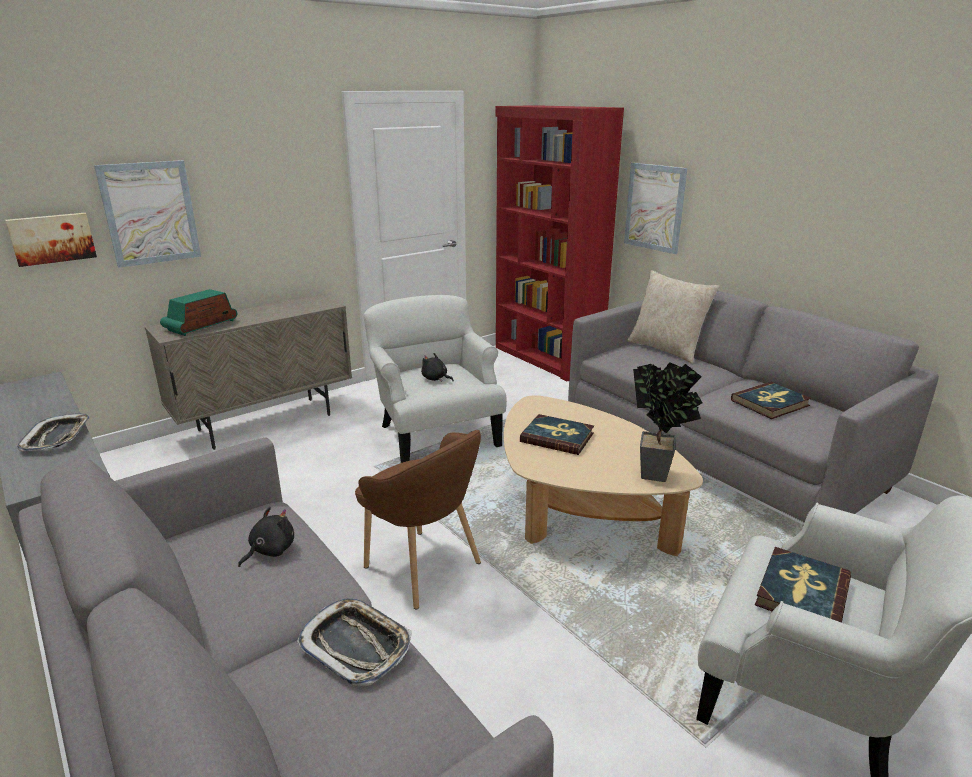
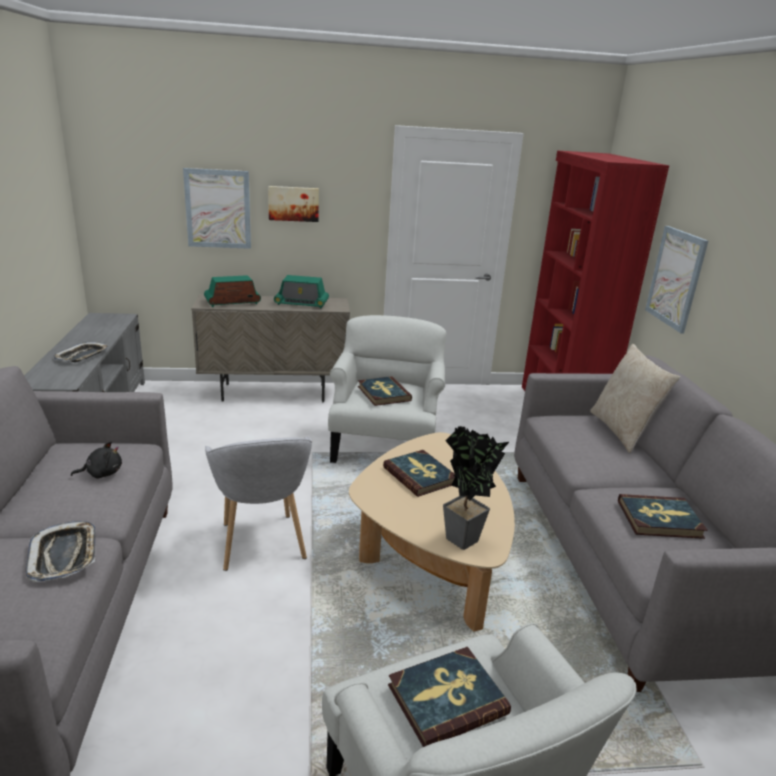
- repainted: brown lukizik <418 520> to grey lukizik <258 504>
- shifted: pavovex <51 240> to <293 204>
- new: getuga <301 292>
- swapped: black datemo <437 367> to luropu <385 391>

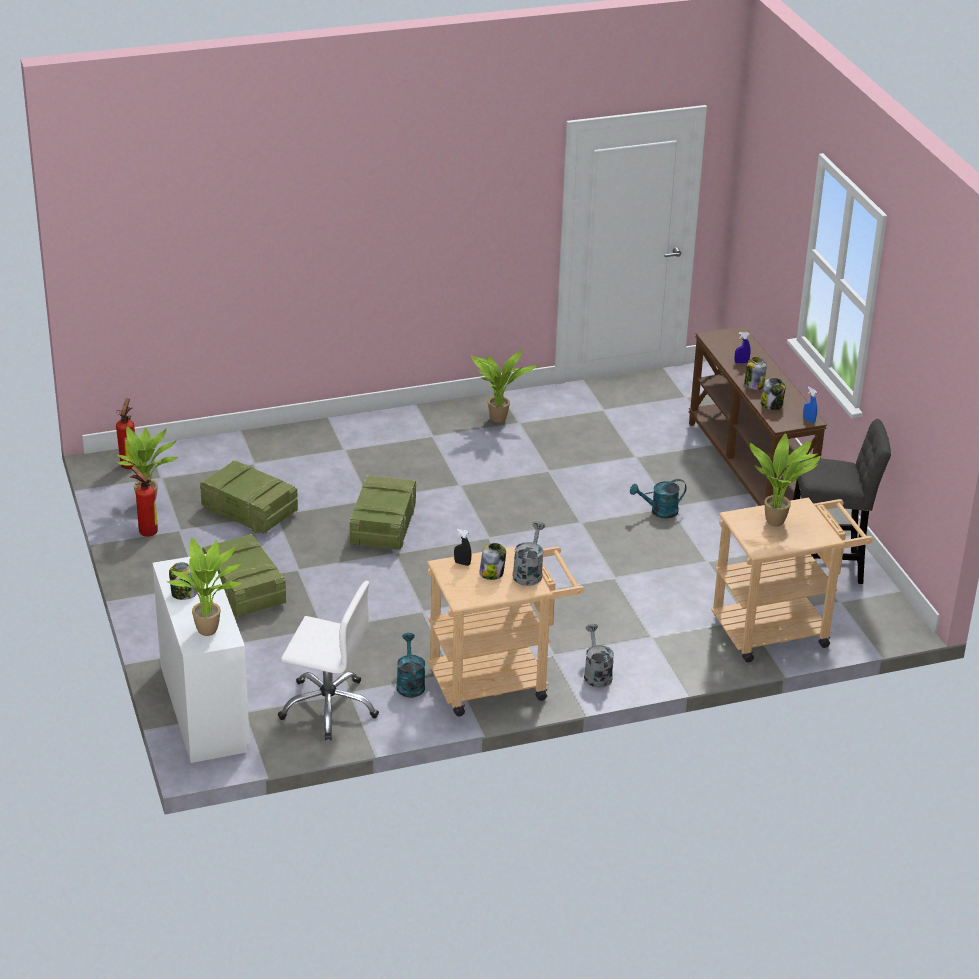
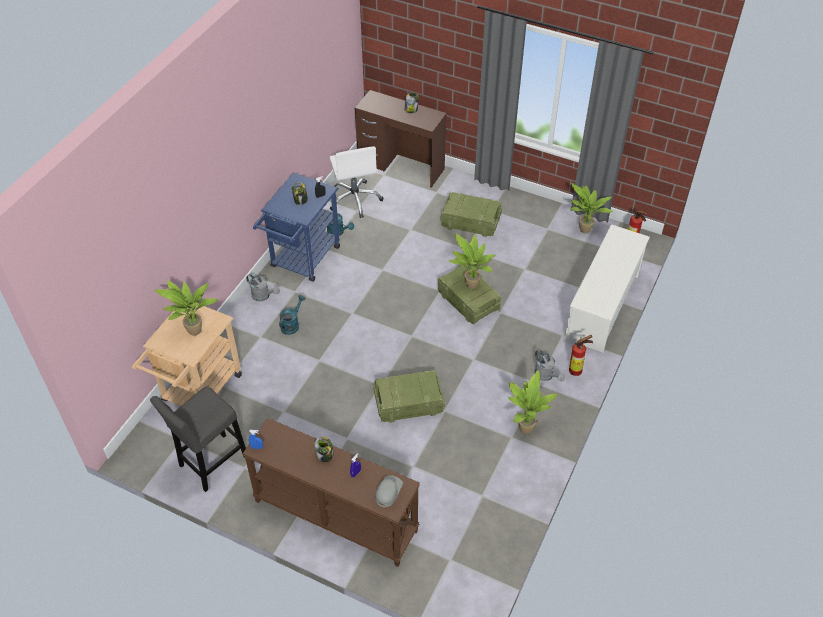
- repainted: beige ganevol <505 631> to blue ganevol <296 227>
- shifted: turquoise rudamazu <658 499> to <292 315>
- rotated: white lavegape <328 660> = <356 182> 75 degrees counterclockwise
- repainted: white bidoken <201 658> to brown bidoken <400 139>
- shifted: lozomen <249 497> to <409 396>
- new: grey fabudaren <389 491>
- shifted: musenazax <204 586> to <471 261>
- shifted: grey rudamazu <529 553> to <549 365>
- new: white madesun <607 288>
- shifted: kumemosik <144 501> to <581 355>
- gone: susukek <773 394>

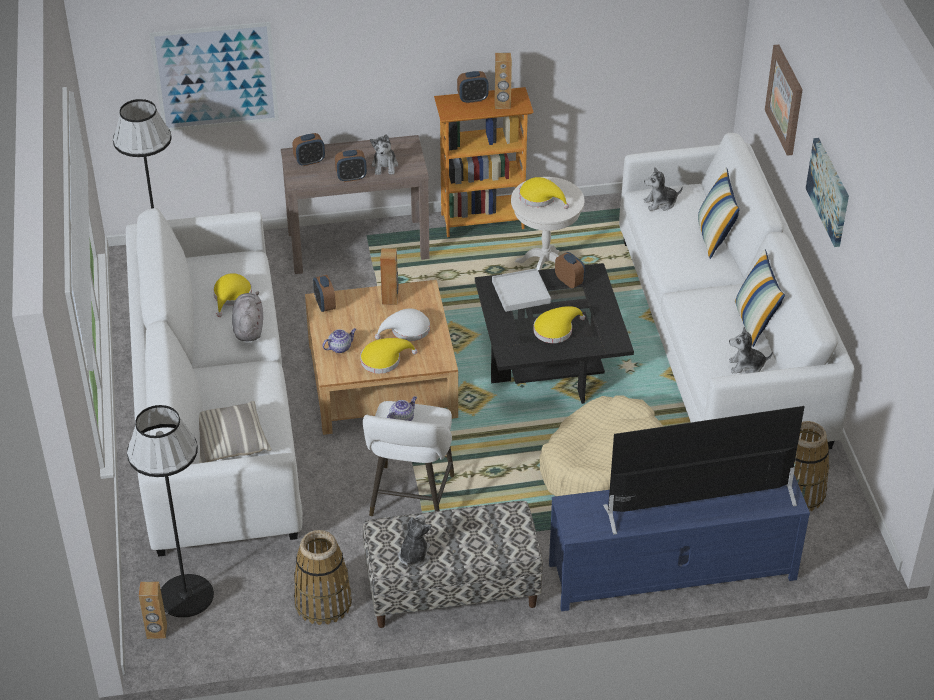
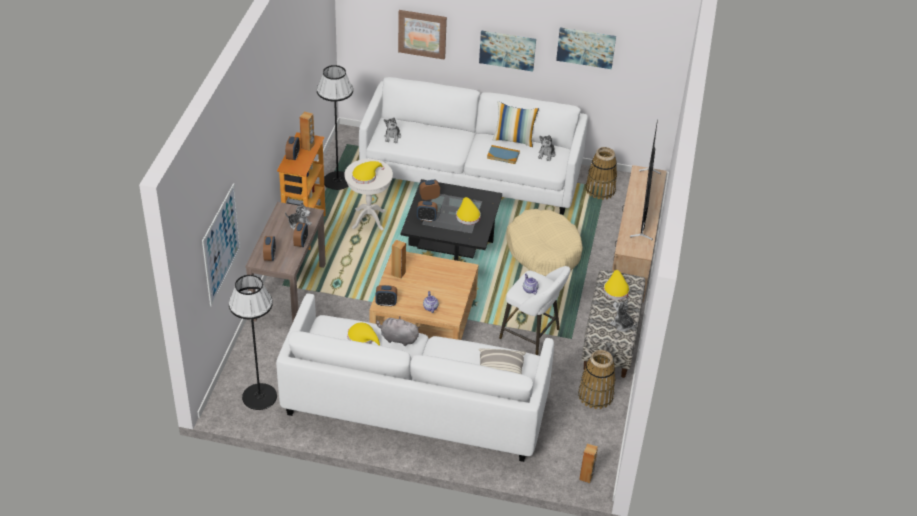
- shifted: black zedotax <170 511> to <335 127>
- swapped: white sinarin <521 290> to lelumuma <427 211>
- new: luropu <503 154>
- new: pavovex <586 48>
- shifted: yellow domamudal <389 356> to <617 285>
- repainted: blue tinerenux <679 543> to beige tinerenux <639 234>
- gone: white domamudal <402 325>
- gone: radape <719 213>

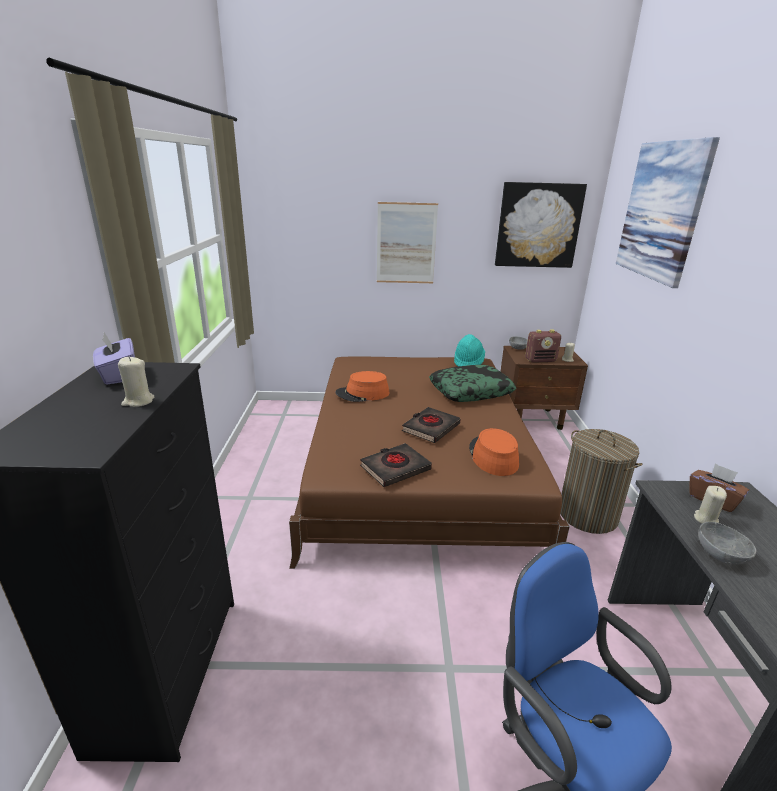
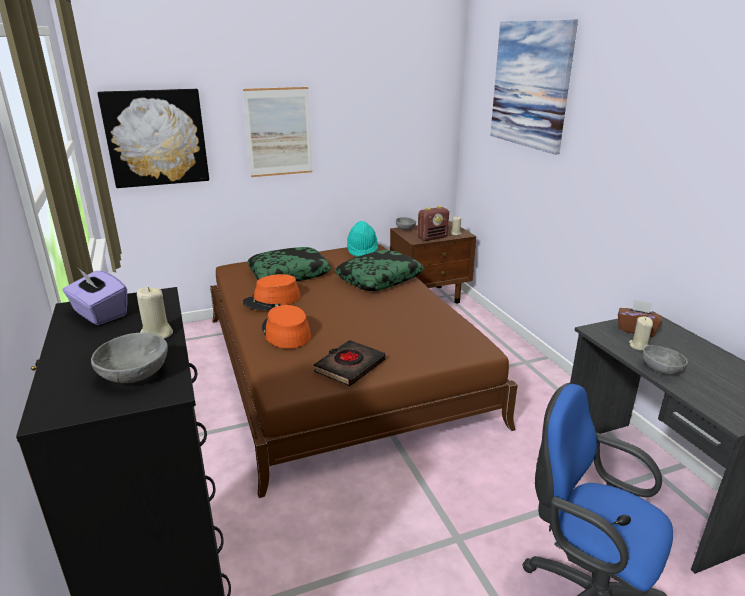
- new: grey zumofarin <129 357>
- shifted: pavovex <541 225> to <153 138>
- new: radape <289 264>
- shifted: orange domamudal <494 452> to <286 326>
- gone: black luropu <431 425>
- gone: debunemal <601 481>

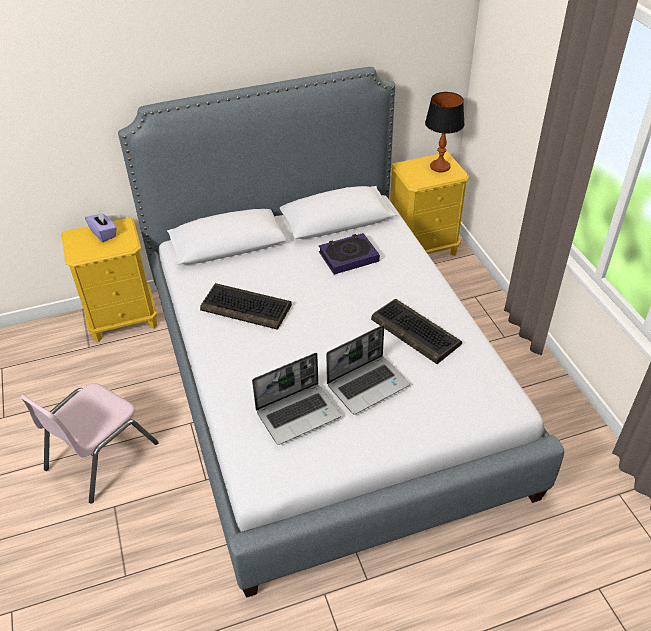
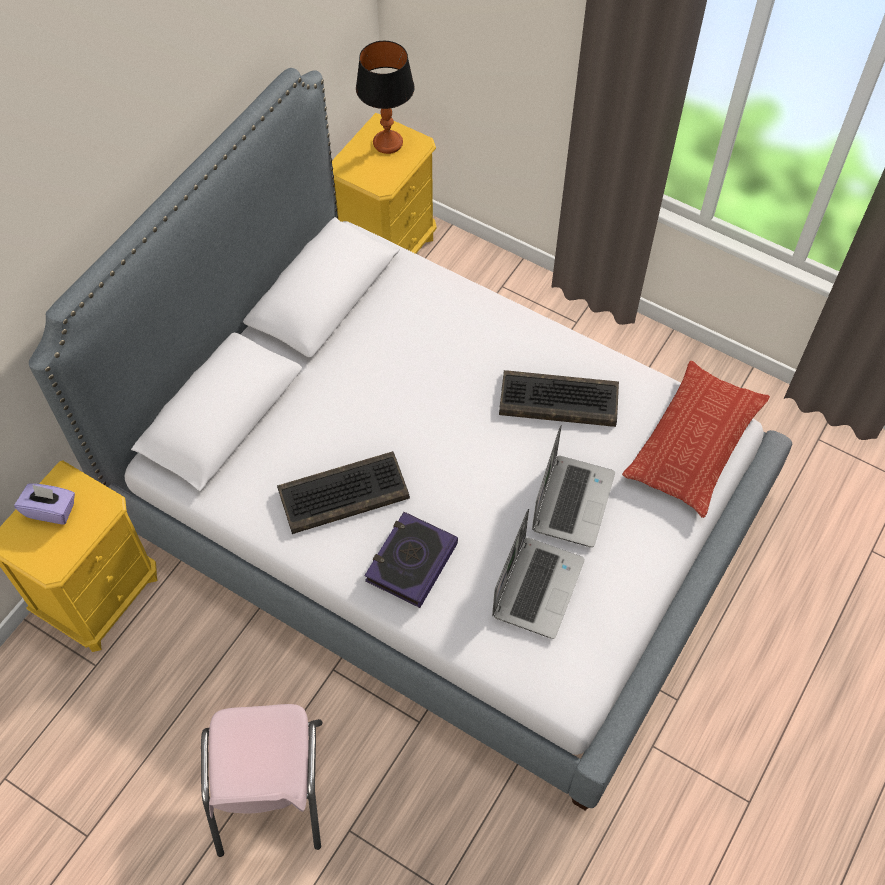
- shifted: luropu <349 254> to <411 560>
- new: radape <696 439>

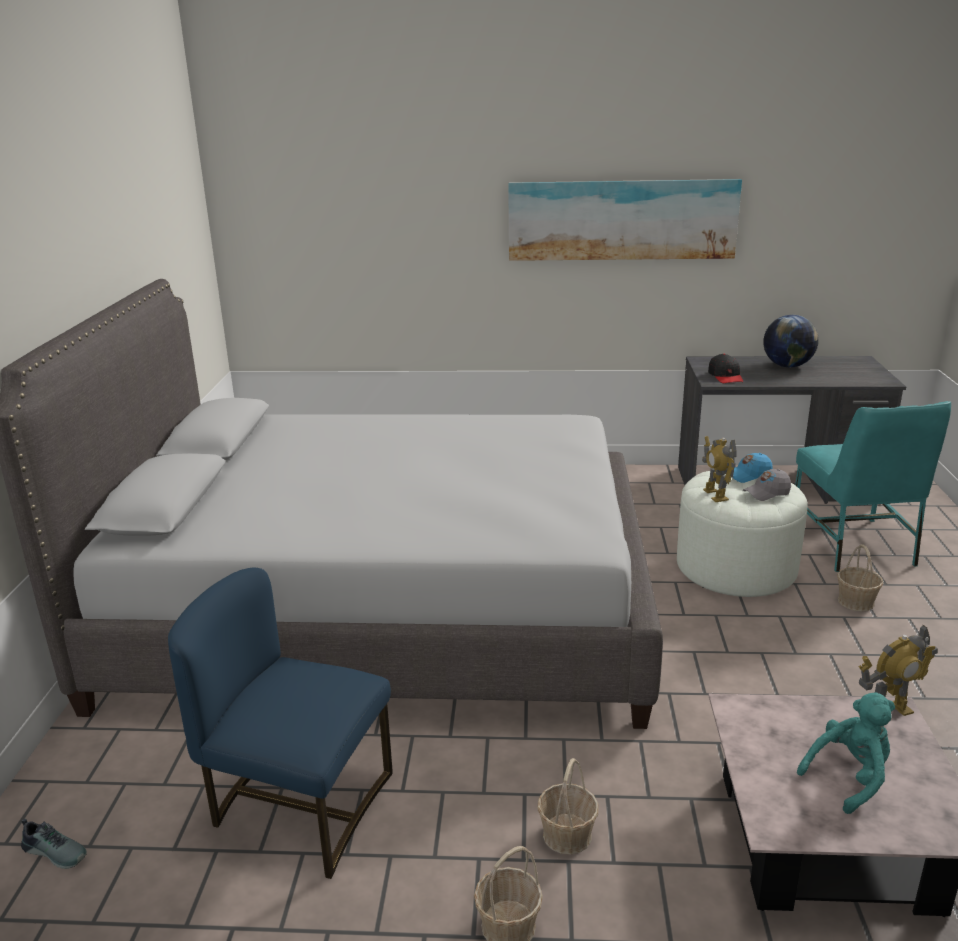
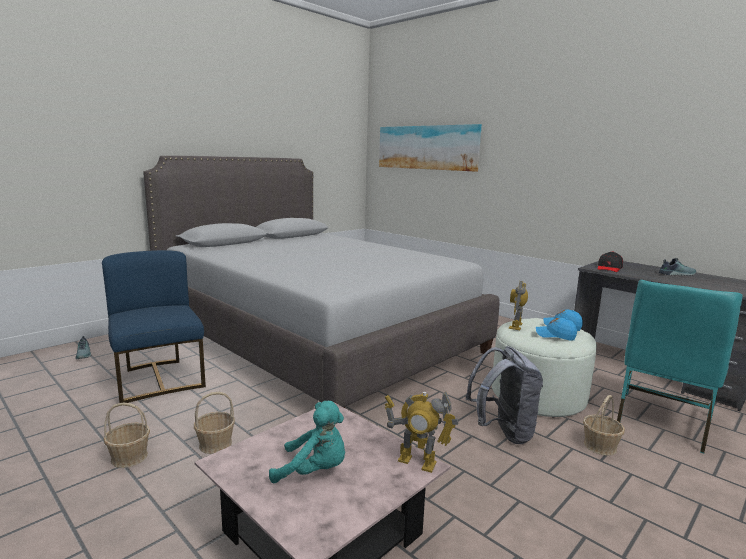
- shifted: pavovex <625 220> to <430 148>
- new: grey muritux <504 395>
- repainted: grey fabudaren <767 485> to blue fabudaren <556 329>
- swapped: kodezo <791 341> to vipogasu <677 267>

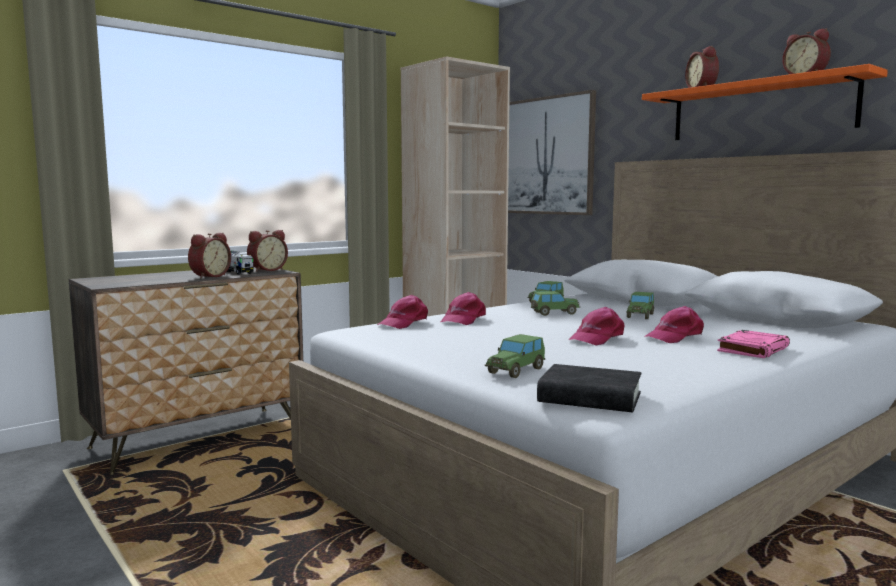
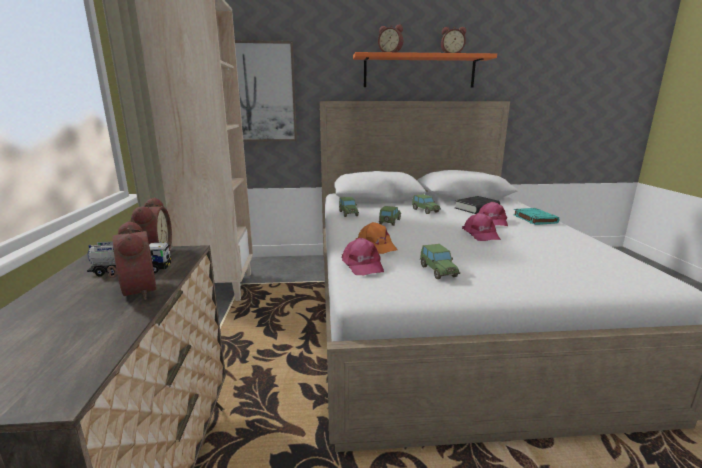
- repainted: pink fabudaren <463 308> to orange fabudaren <377 238>
- shifted: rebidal <515 356> to <440 261>
- shifted: black luropu <589 388> to <477 205>
- repainted: pink luropu <753 344> to turquoise luropu <536 216>

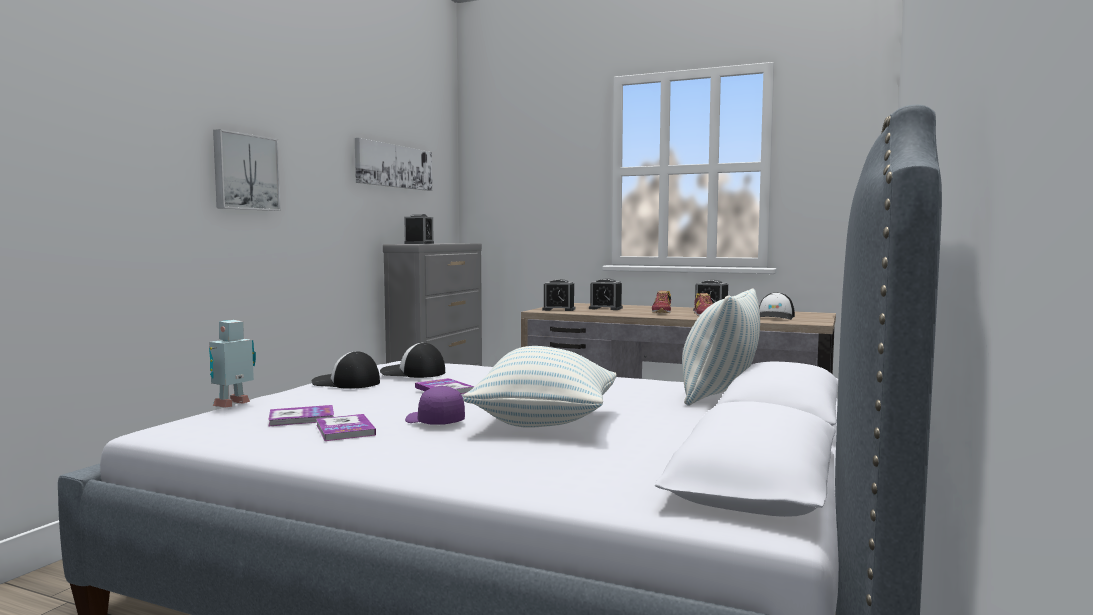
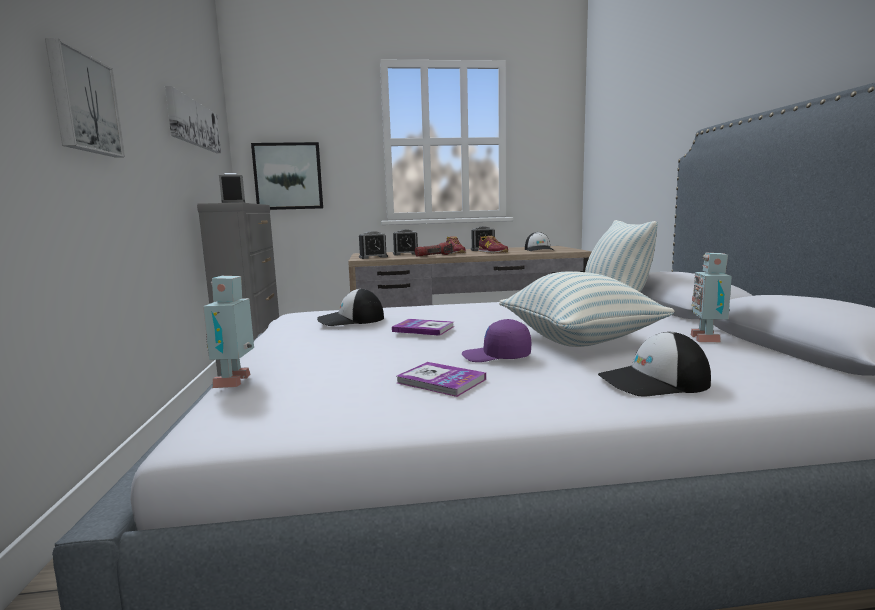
- new: pavovex <287 176>
- new: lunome <434 249>
- shifted: fabudaren <345 370> to <654 364>
- new: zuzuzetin <711 297>
- gone: luropu <301 416>

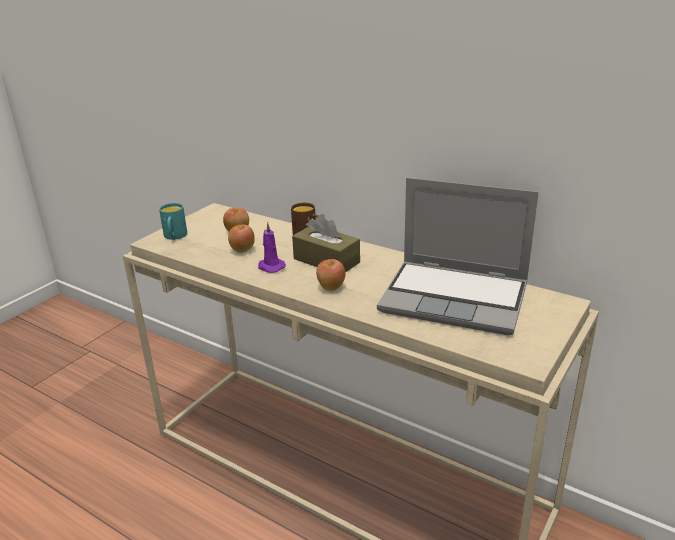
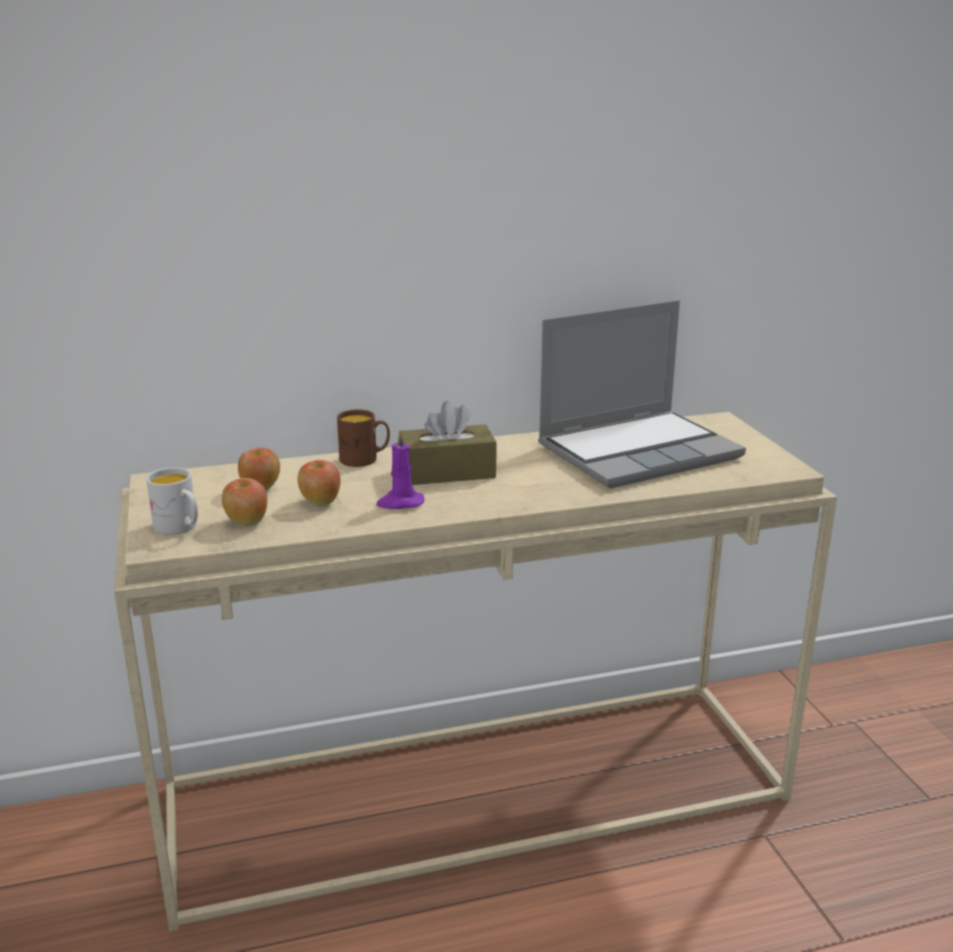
- repainted: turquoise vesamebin <173 221> to white vesamebin <172 501>
- shifted: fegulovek <330 275> to <245 502>

